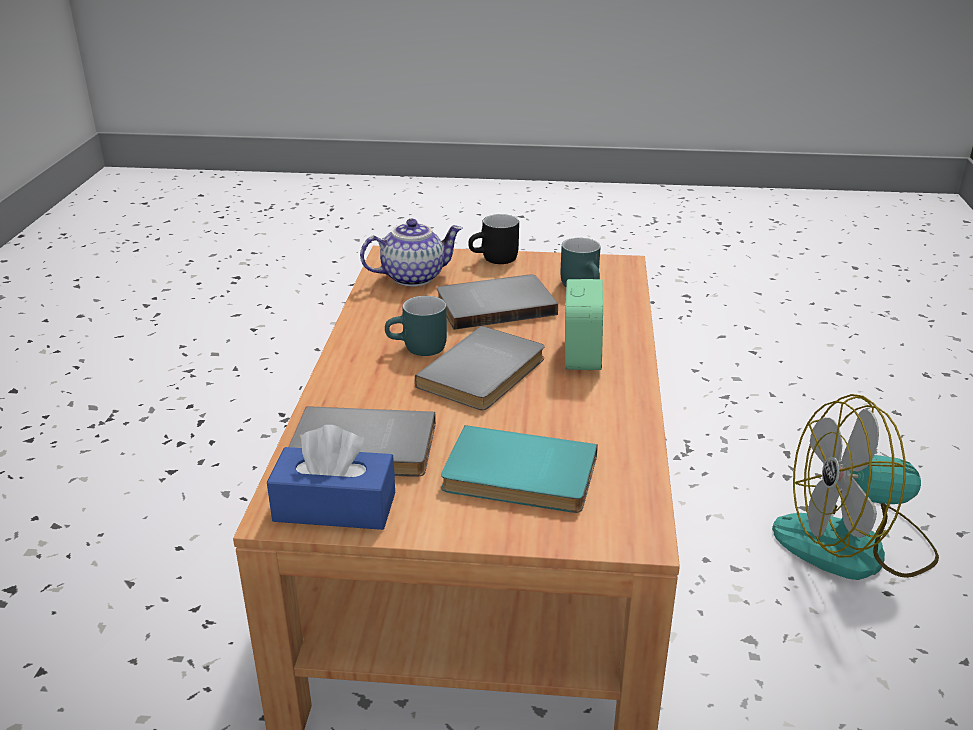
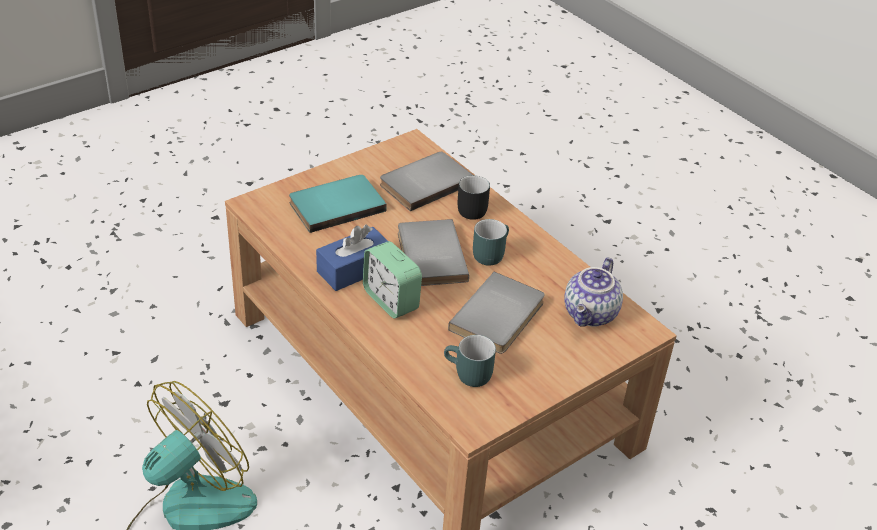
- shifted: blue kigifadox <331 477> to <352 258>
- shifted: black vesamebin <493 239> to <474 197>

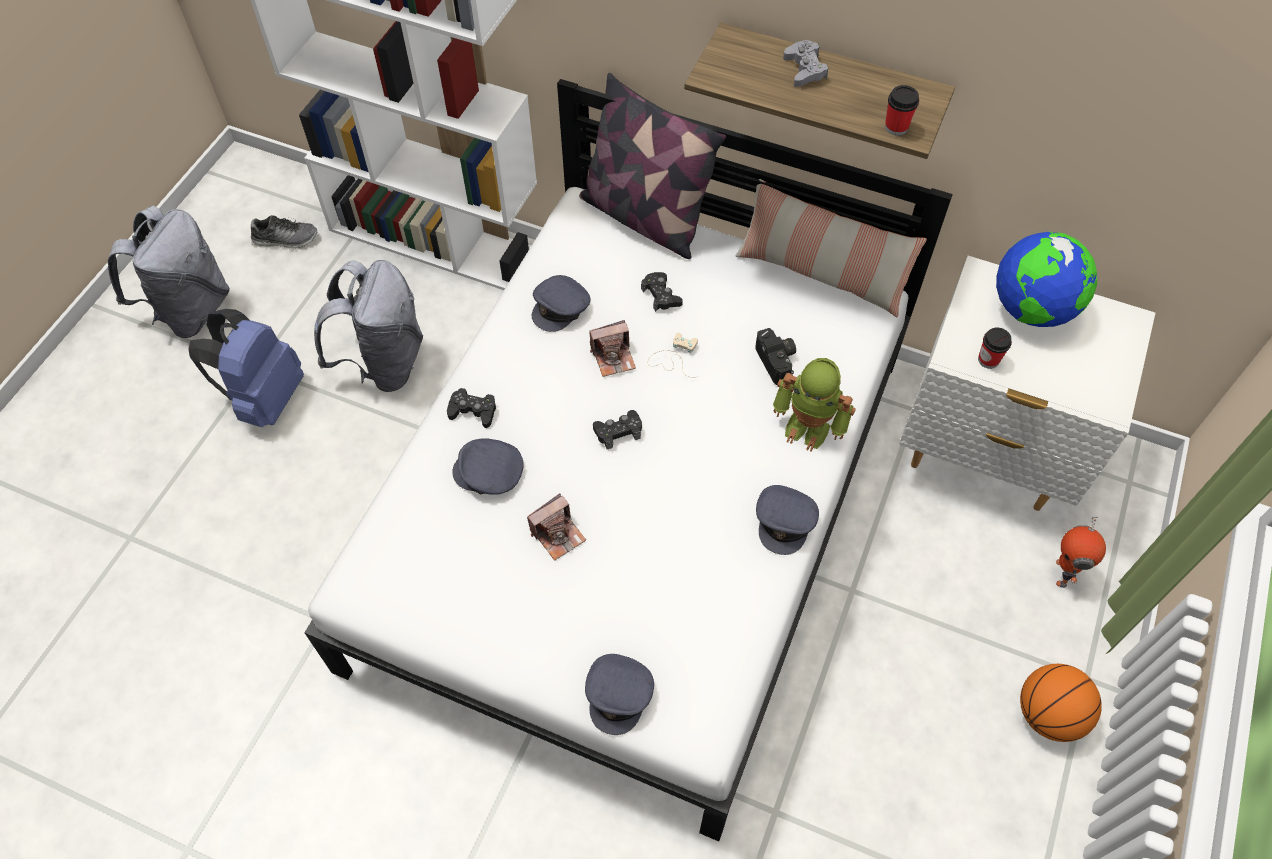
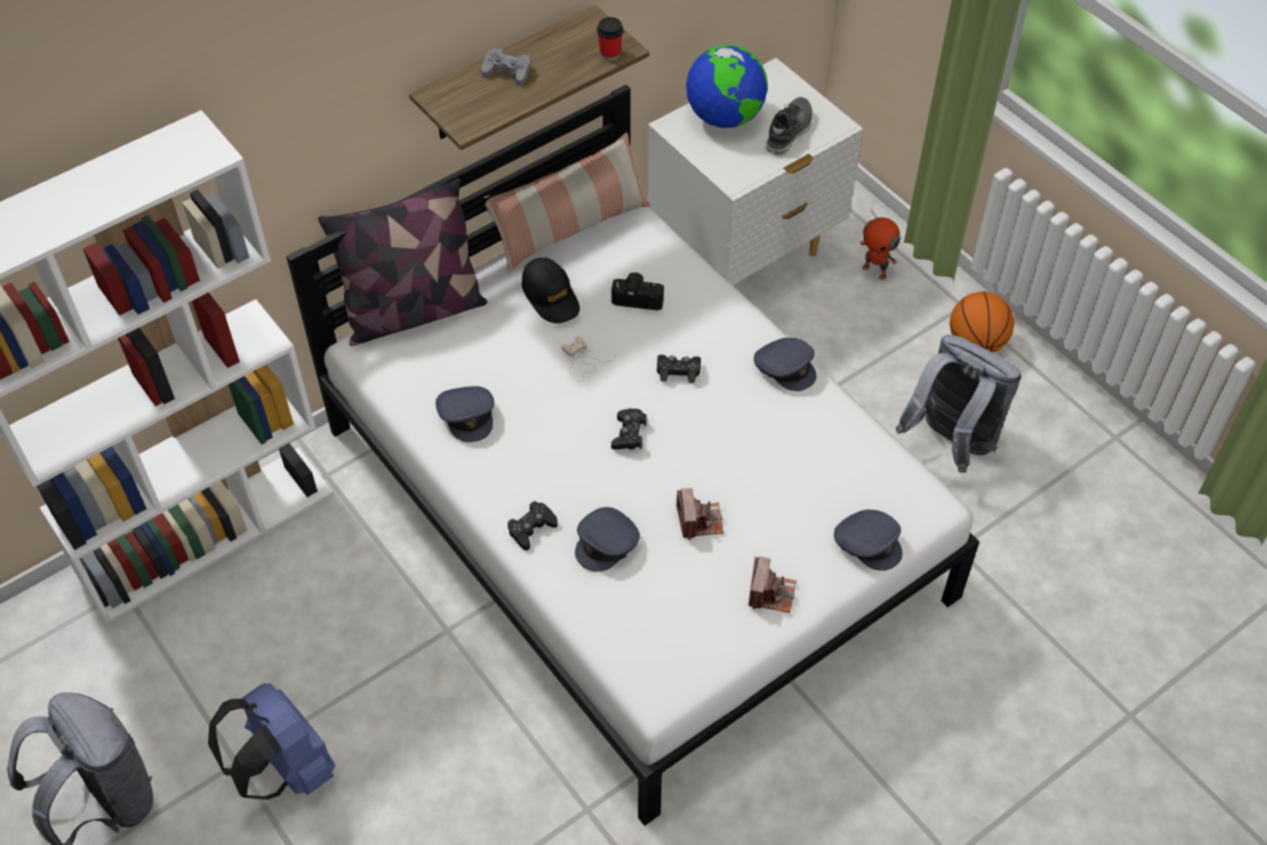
- new: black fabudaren <551 290>
- shifted: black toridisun <662 292> to <679 369>
- shifted: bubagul <612 348> to <772 584>
- shifted: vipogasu <284 232> to <789 126>
- shifted: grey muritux <368 326> to <958 404>
- gone: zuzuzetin <814 404>
- gone: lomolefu <995 348>

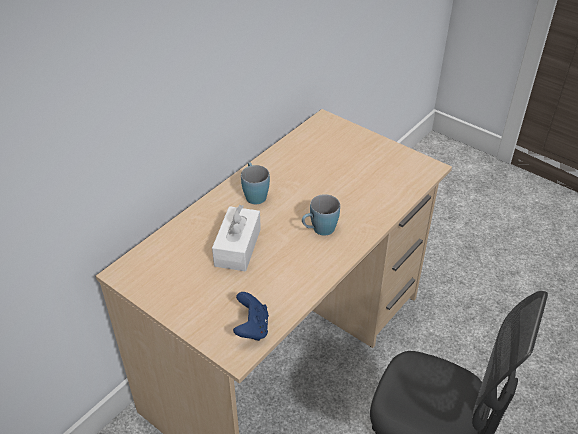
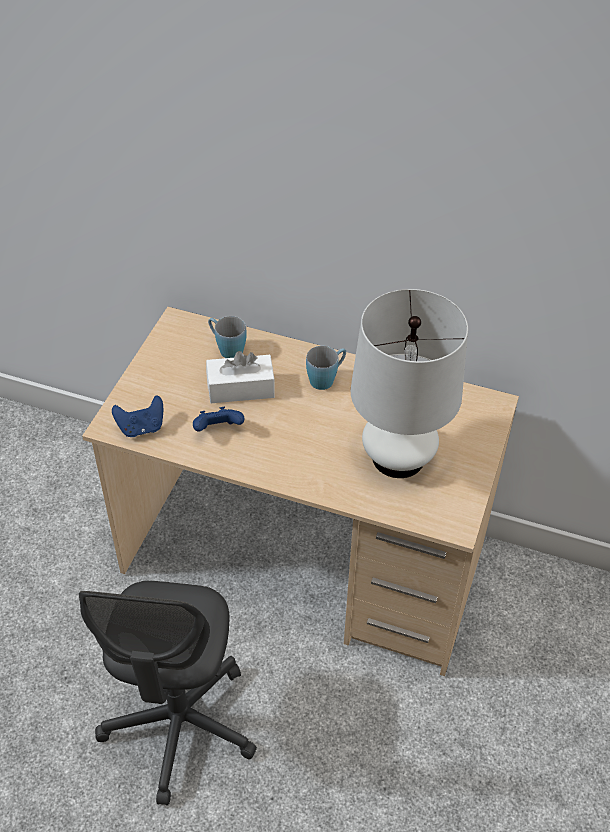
- new: blue toridisun <218 419>
- shifted: blue vesamebin <321 215> to <227 337>
- new: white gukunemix <409 383>

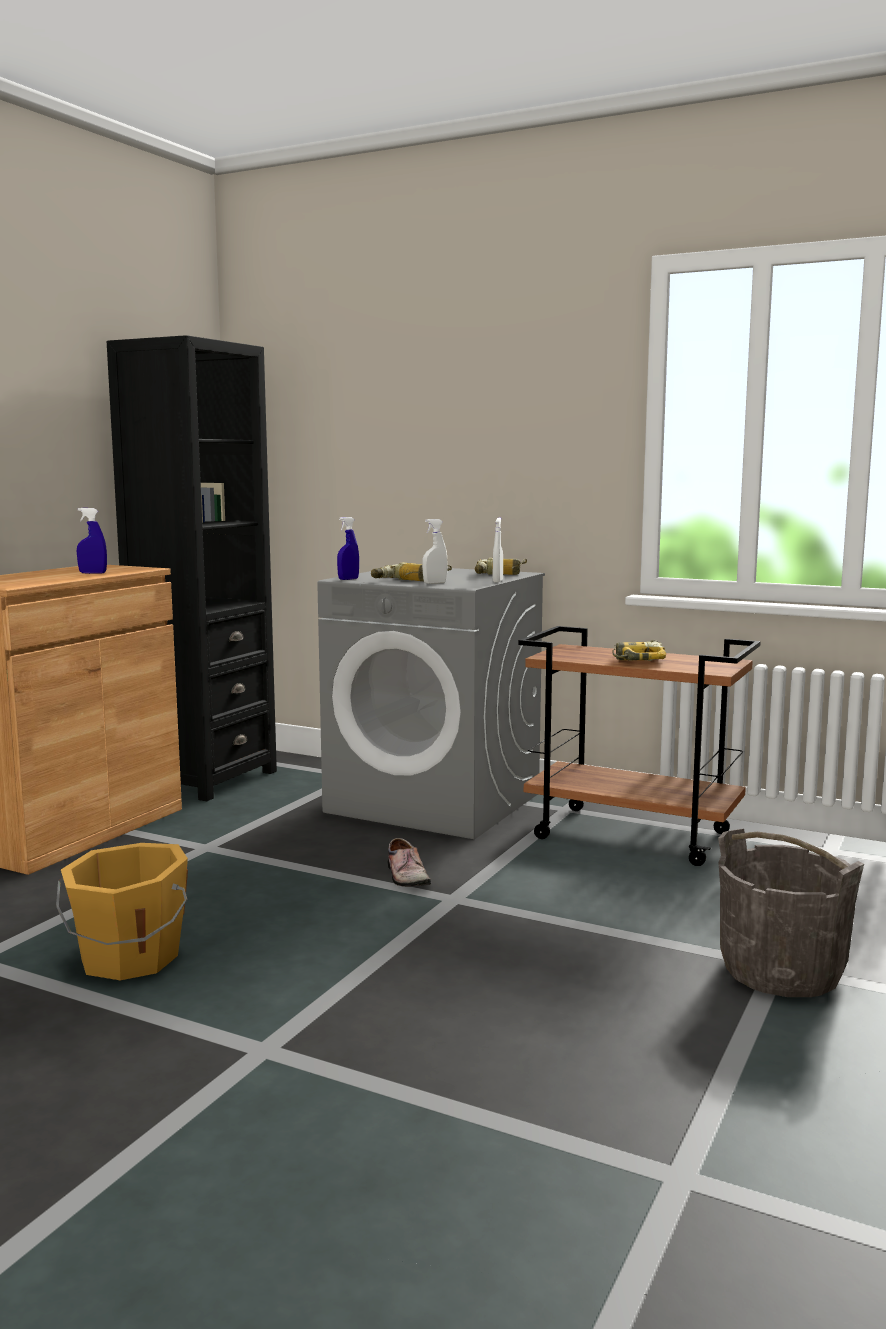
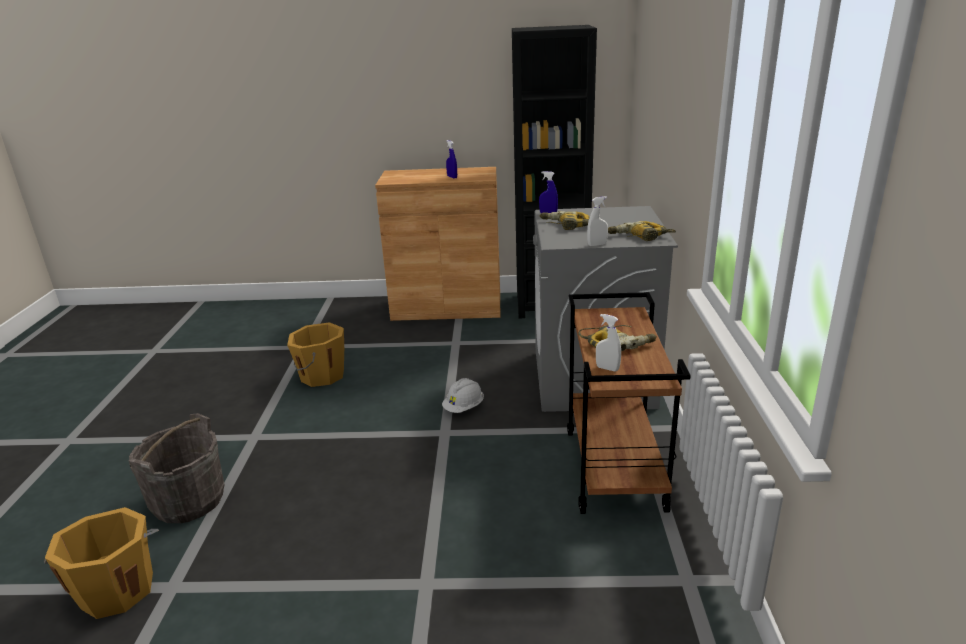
- new: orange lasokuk <101 563>
- shifted: grey lasokuk <791 913> to <176 468>
- swapped: vipogasu <409 862> to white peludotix <463 395>
- shifted: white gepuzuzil <435 551> to <608 342>

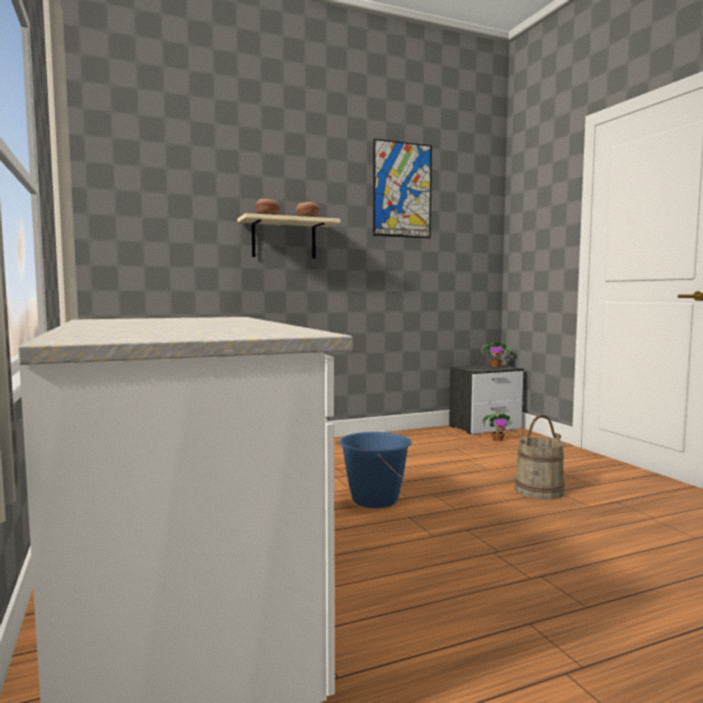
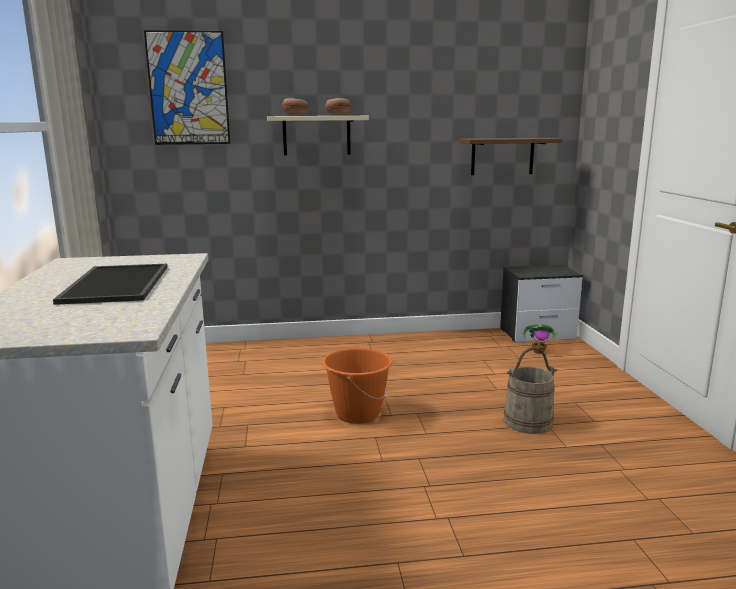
- new: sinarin <110 284>
- shifted: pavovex <402 188> to <187 87>
- repainted: blue lasokuk <375 470> to orange lasokuk <357 386>
- new: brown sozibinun <510 156>
- gone: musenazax <496 354>

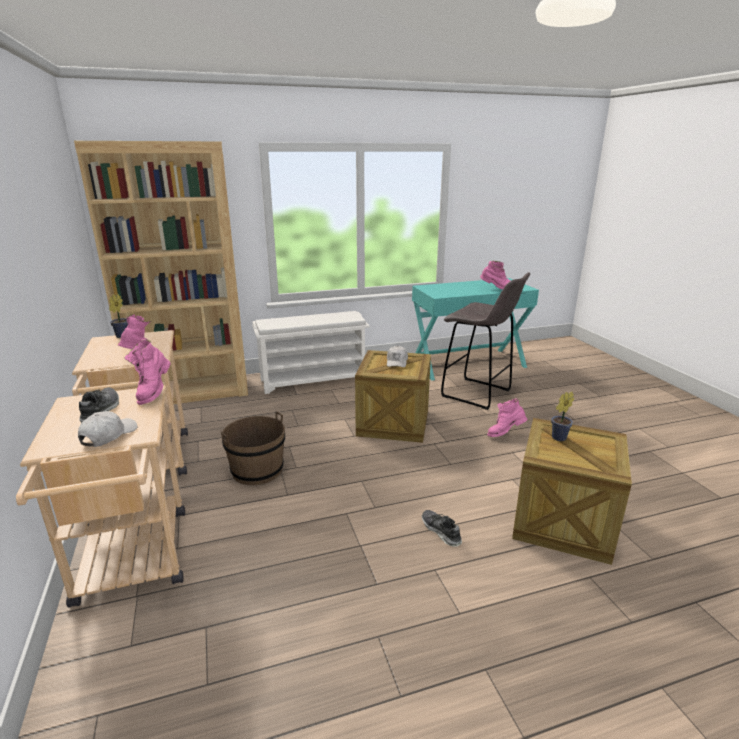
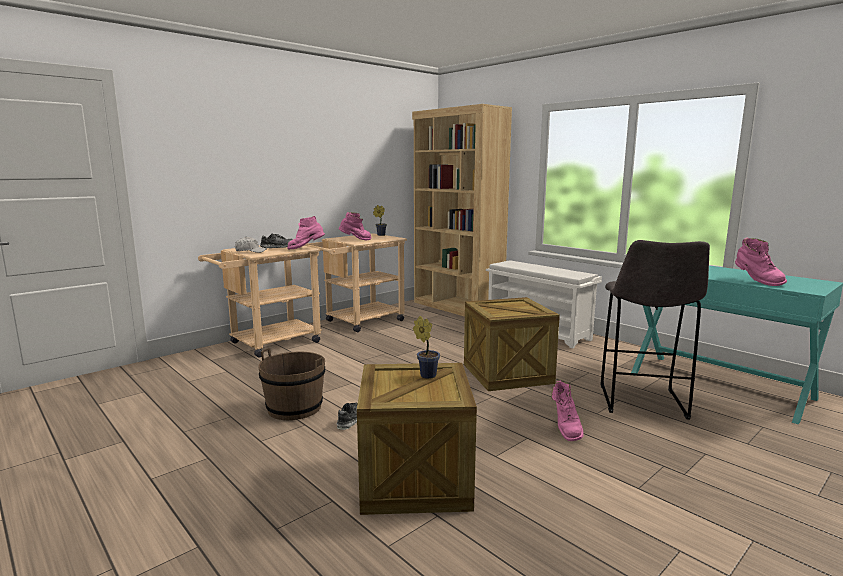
- shifted: brown lasokuk <253 448> to <291 384>
- rotated: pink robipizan <507 417> = <567 410> 135 degrees counterclockwise
- gone: white fabudaren <397 356>

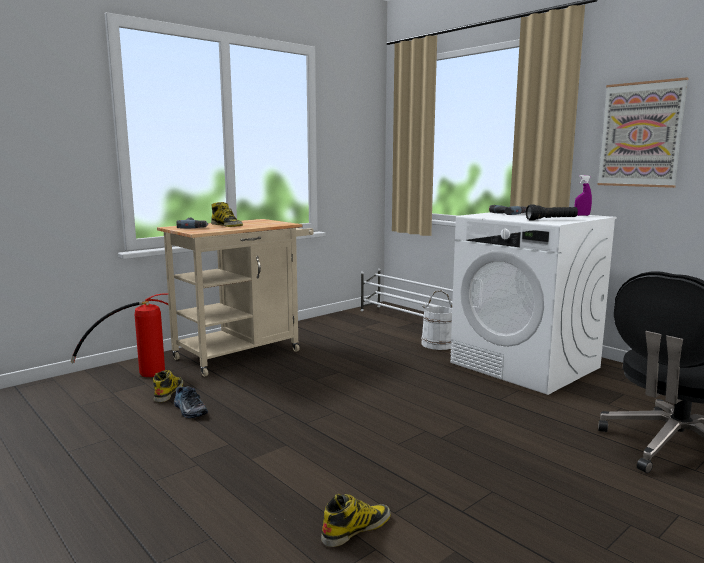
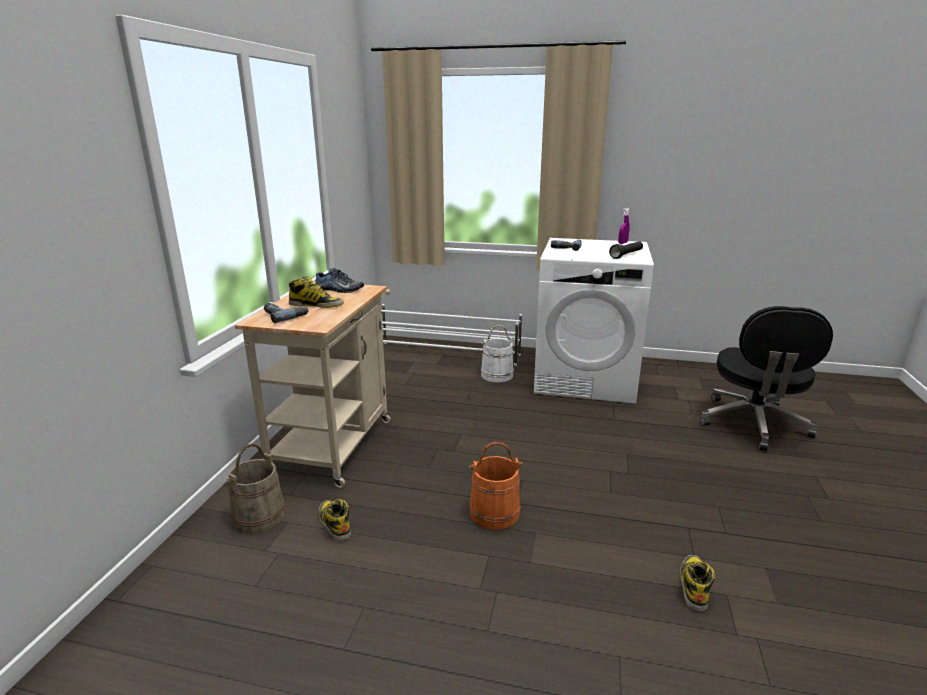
- swapped: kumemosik <119 335> to beige lasokuk <256 488>
- shifted: vipogasu <191 402> to <340 280>
- new: orange lasokuk <496 486>
- gone: pavovex <642 132>

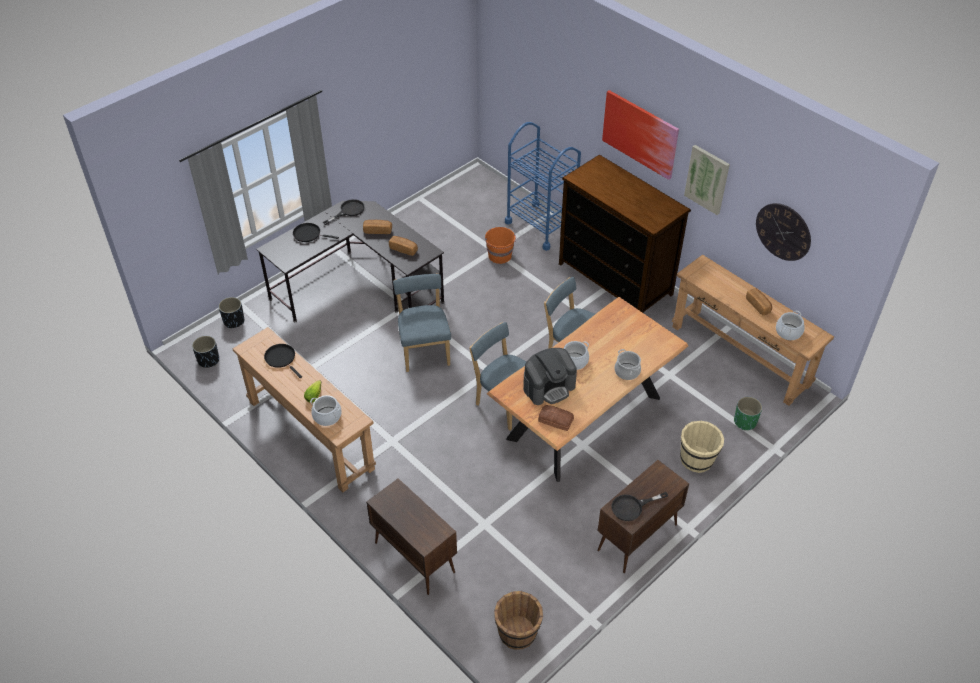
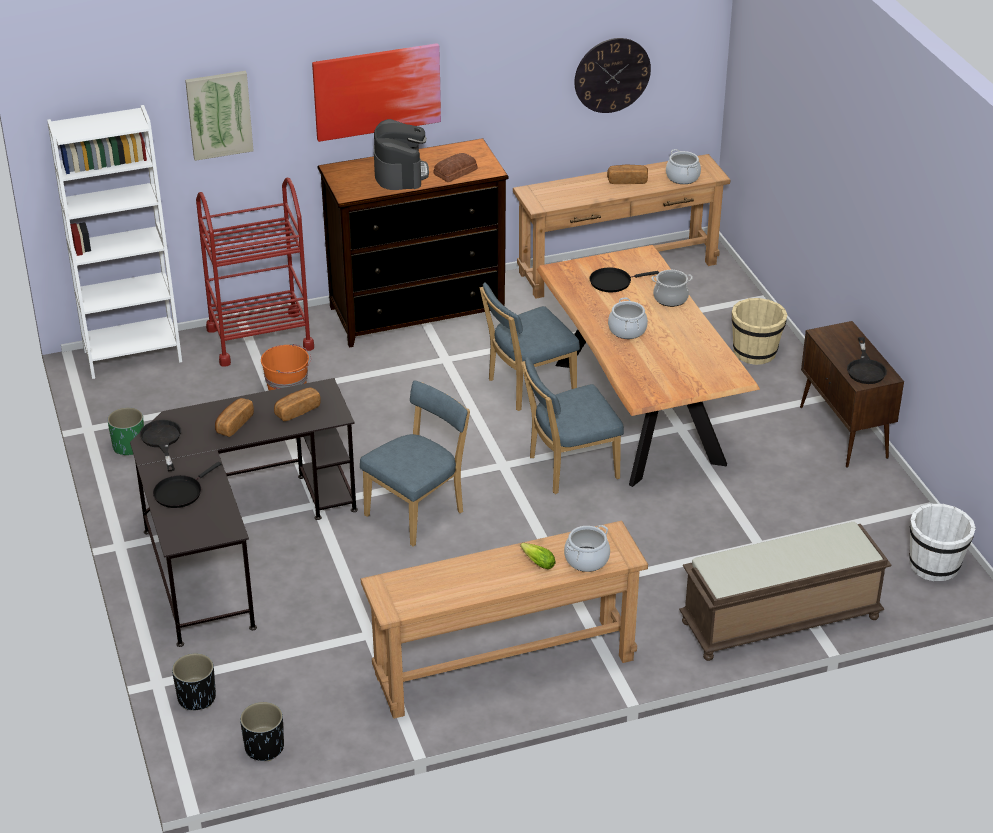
- new: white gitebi <114 242>
- shifted: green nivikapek <748 413> to <125 431>
- shifted: pavovex <707 180> to <219 116>
- repainted: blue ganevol <543 186> to red ganevol <255 272>
- rotated: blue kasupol <422 323> = <415 463> 120 degrees clockwise
- shifted: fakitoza <550 376> to <401 154>
- shifted: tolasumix <556 418> to <455 167>
- shifted: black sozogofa <283 361> to <624 280>
- swapped: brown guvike <411 536> to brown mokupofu <785 591>
- repainted: brown lasokuk <518 620> to white lasokuk <942 542>

